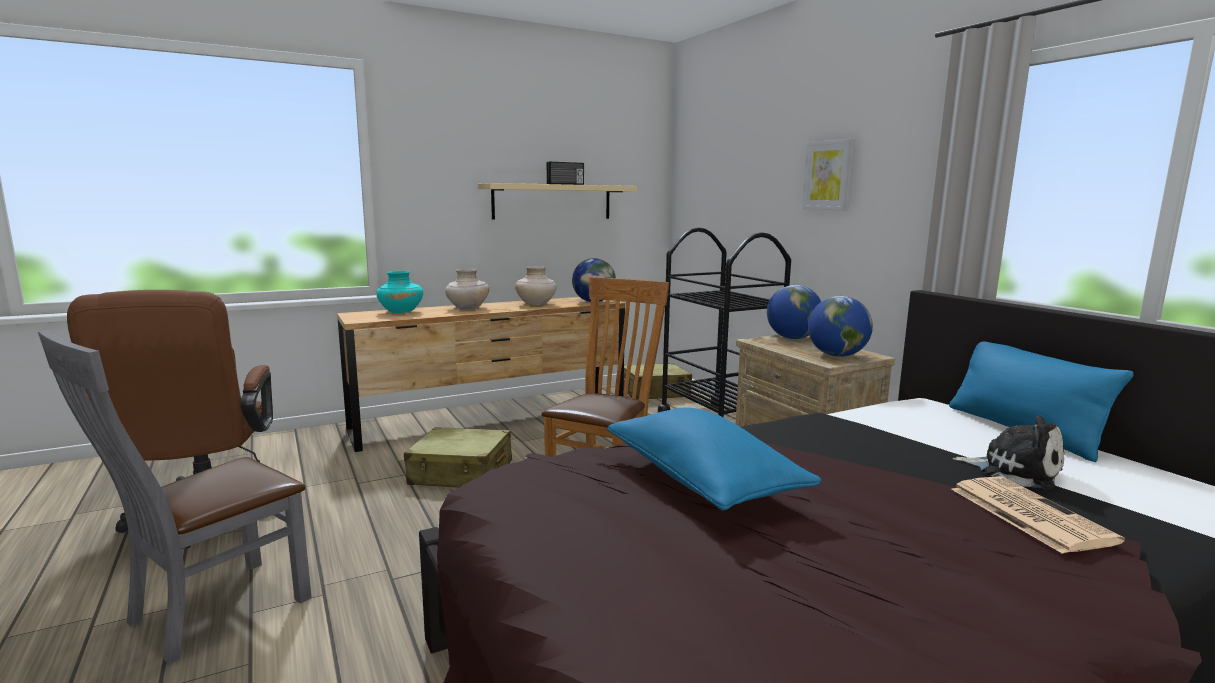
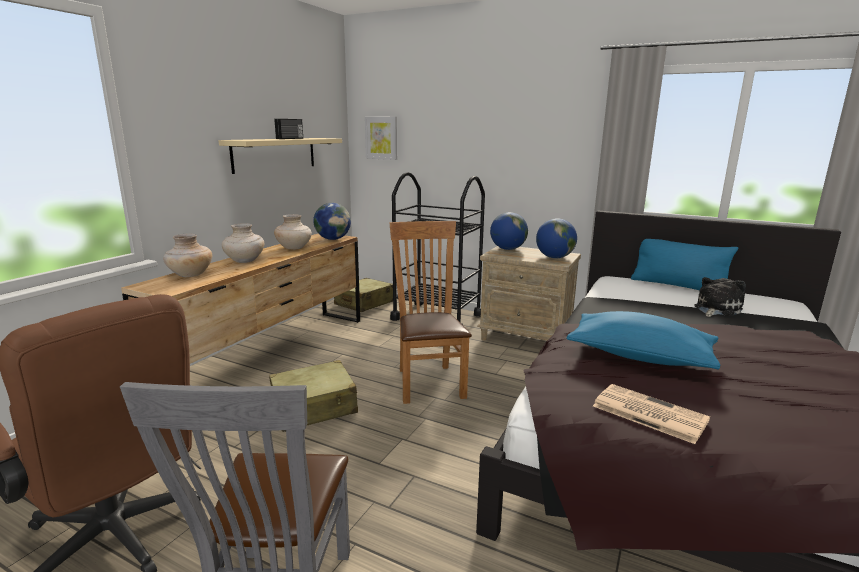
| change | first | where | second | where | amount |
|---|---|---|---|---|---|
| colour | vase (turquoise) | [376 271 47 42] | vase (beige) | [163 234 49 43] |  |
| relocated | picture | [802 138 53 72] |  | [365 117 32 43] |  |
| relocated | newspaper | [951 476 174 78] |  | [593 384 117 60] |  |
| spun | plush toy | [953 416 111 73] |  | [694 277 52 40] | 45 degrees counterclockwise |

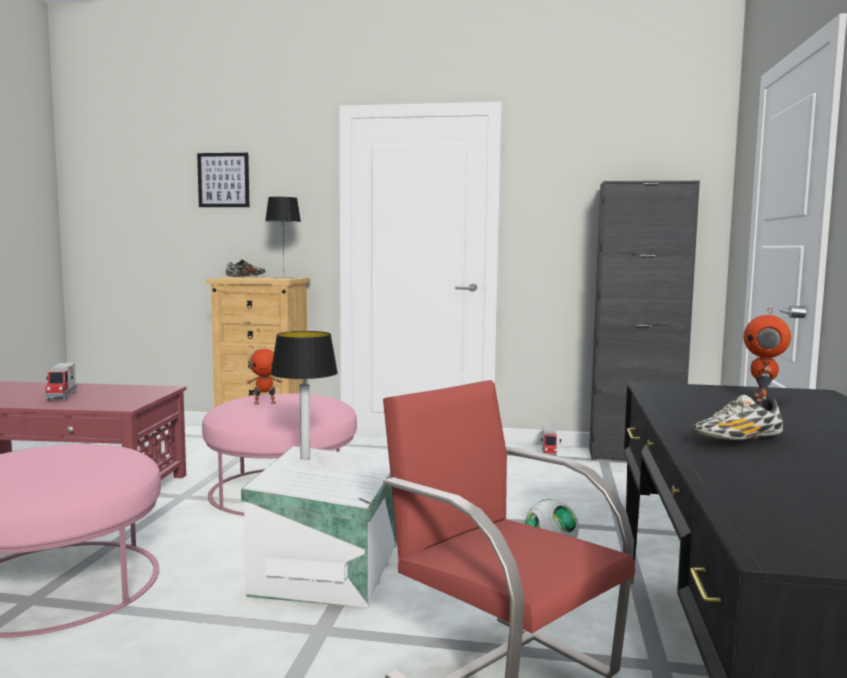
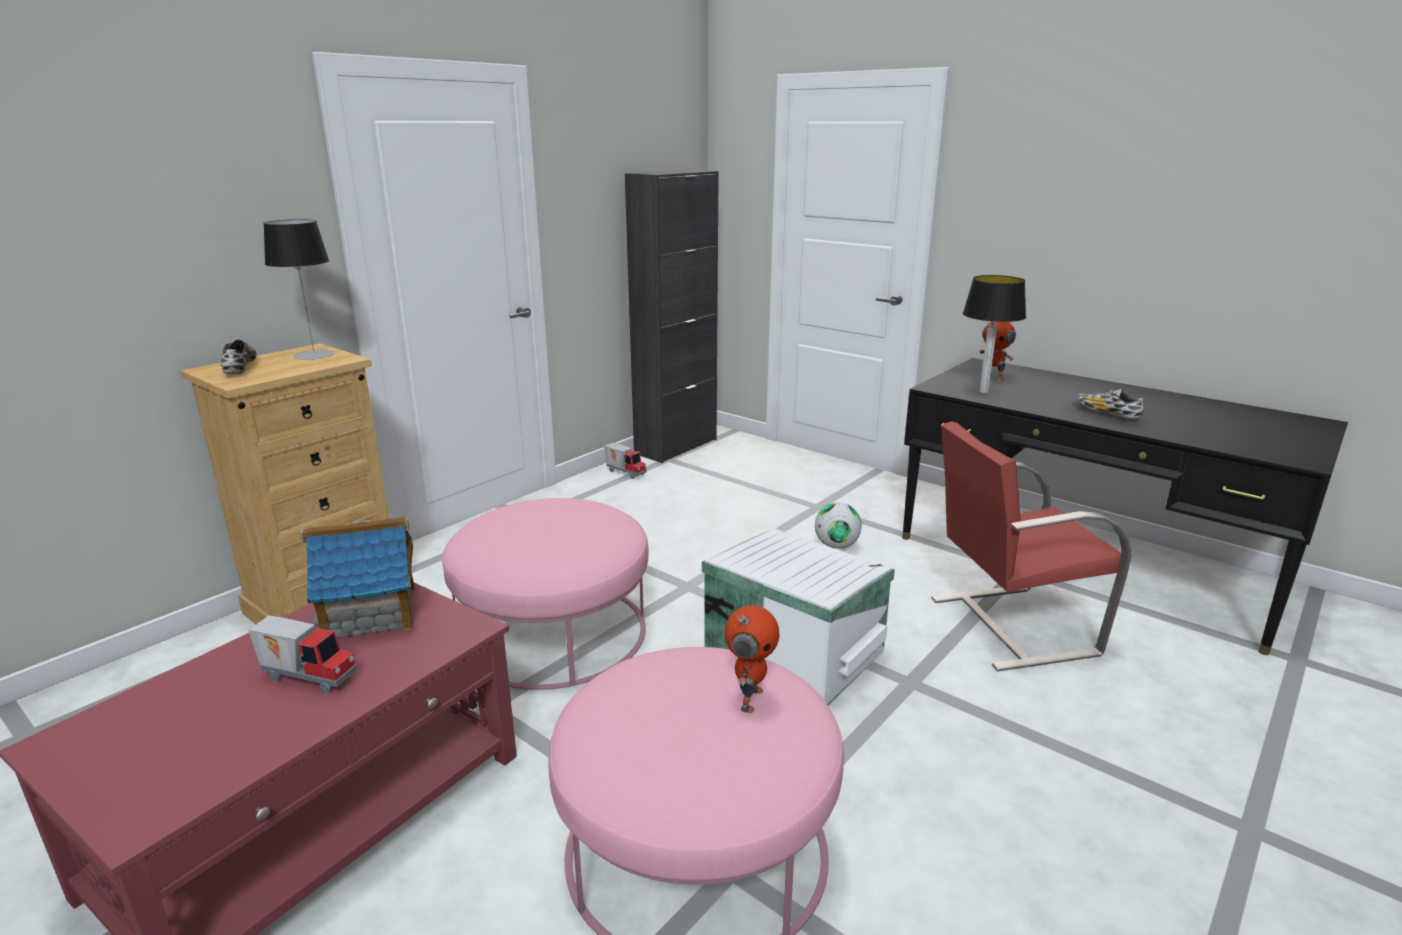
| change | first | where | second | where | amount |
|---|---|---|---|---|---|
| missing | picture | [197 153 52 54] |  |  |  |
| relocated | toy robot | [247 344 35 61] |  | [725 605 54 108] |  |
| relocated | table lamp | [270 331 68 128] |  | [963 275 63 118] |  |
| spun | shoe | [691 395 92 46] |  | [1076 388 68 31] | 135 degrees clockwise |
| appeared |  |  | toy house | [300 516 115 122] |  |

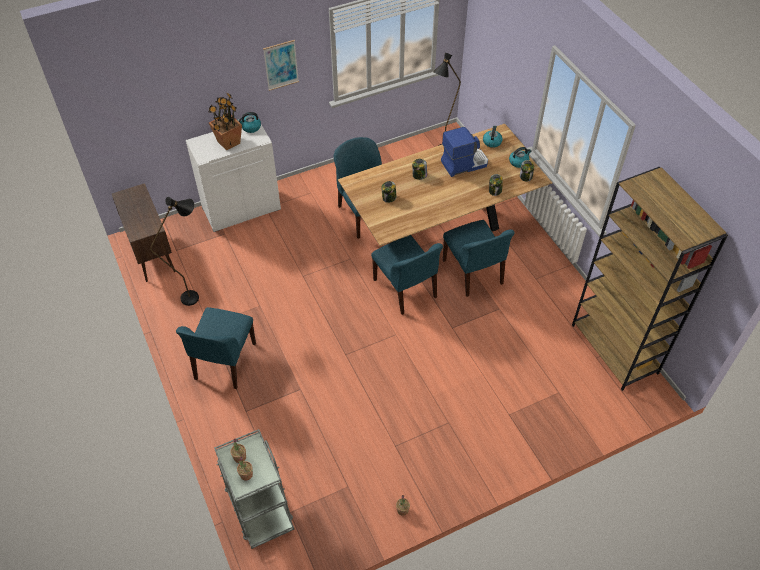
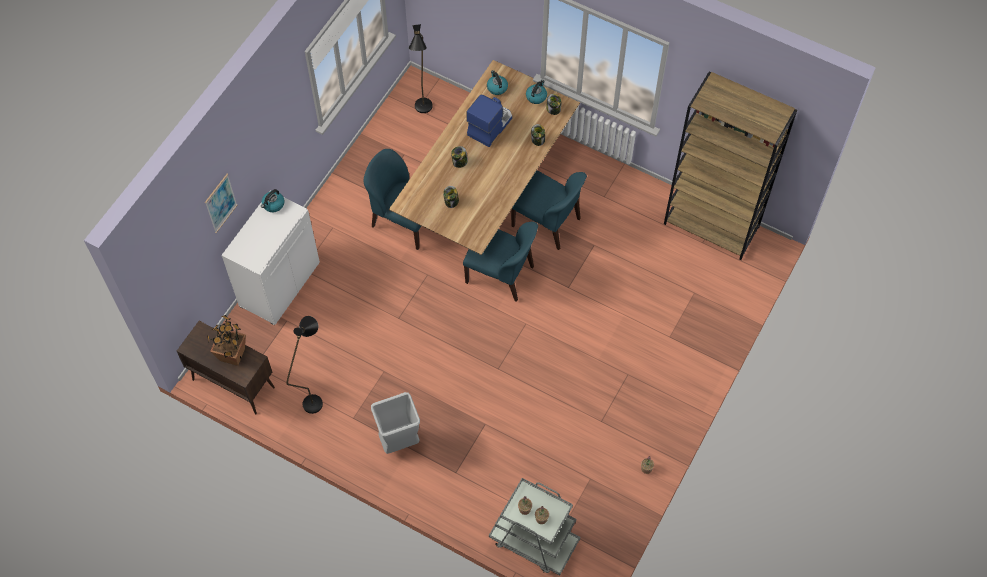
| change | first | where | second | where | amount |
|---|---|---|---|---|---|
| exchanged | chair (blue) | [176 307 80 82] | trash can (grey) | [371 392 49 62] |  |
| relocated | potted plant | [208 92 34 58] |  | [207 315 39 51] |  |
| relocated | picture | [263 40 36 51] |  | [205 174 32 59] |  |

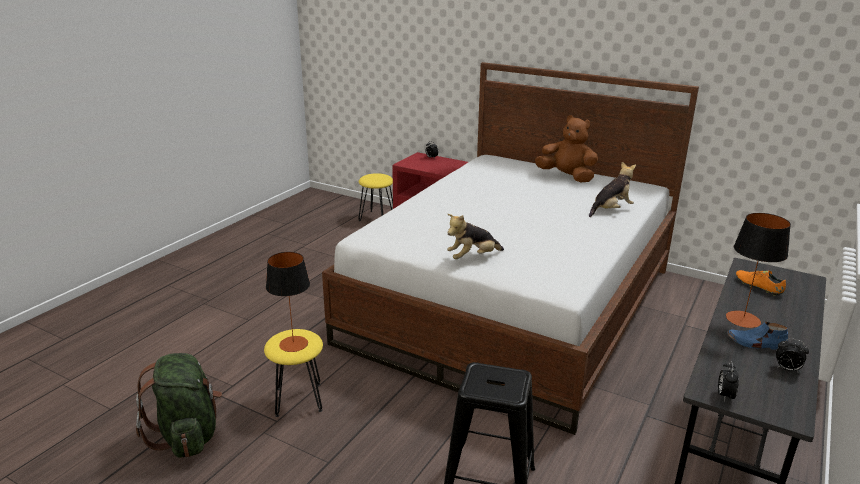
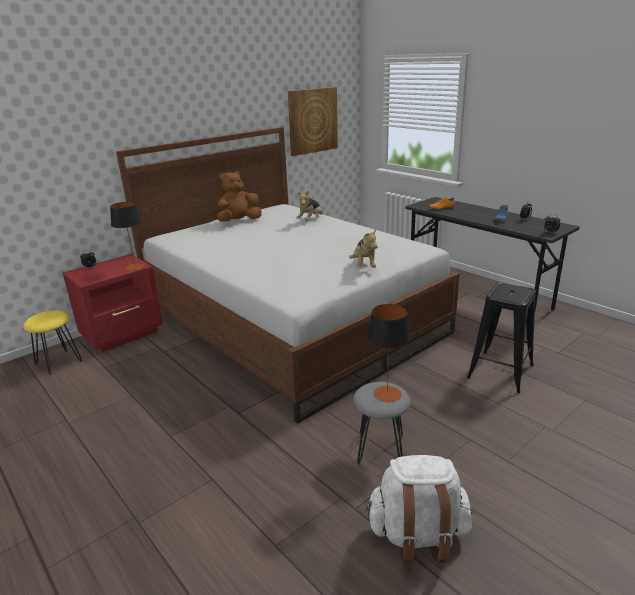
| change | first | where | second | where | amount |
|---|---|---|---|---|---|
| colour | backpack (green) | [136 353 86 105] | backpack (white) | [365 455 107 109] |  |
| colour | stool (yellow) | [264 329 59 88] | stool (grey) | [353 382 58 83] |  |
| spun | plush toy | [589 162 47 55] |  | [296 190 27 31] | 135 degrees counterclockwise |
| relocated | table lamp | [726 213 65 115] |  | [110 202 35 68] |  |
| appeared |  |  | picture | [288 87 50 69] |  |

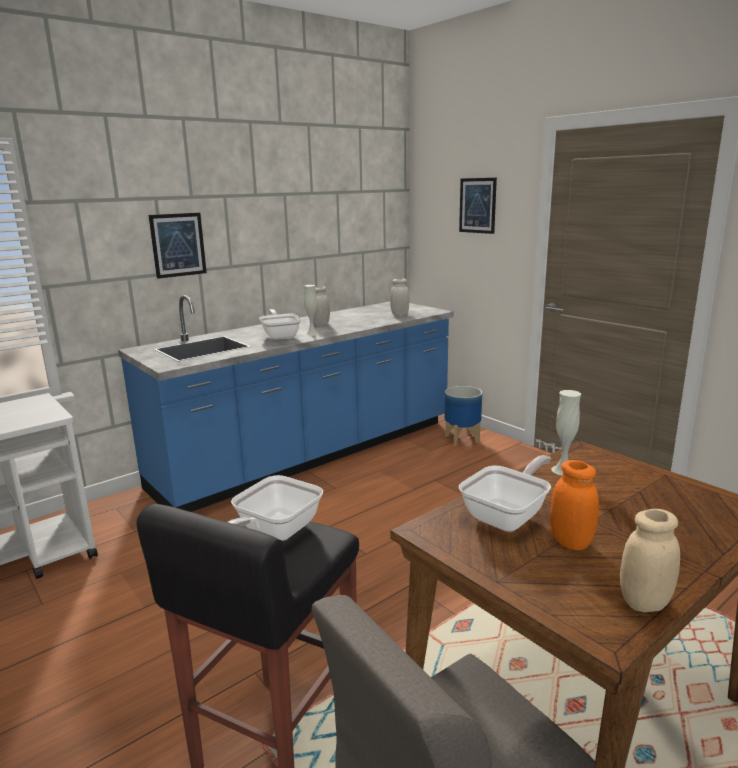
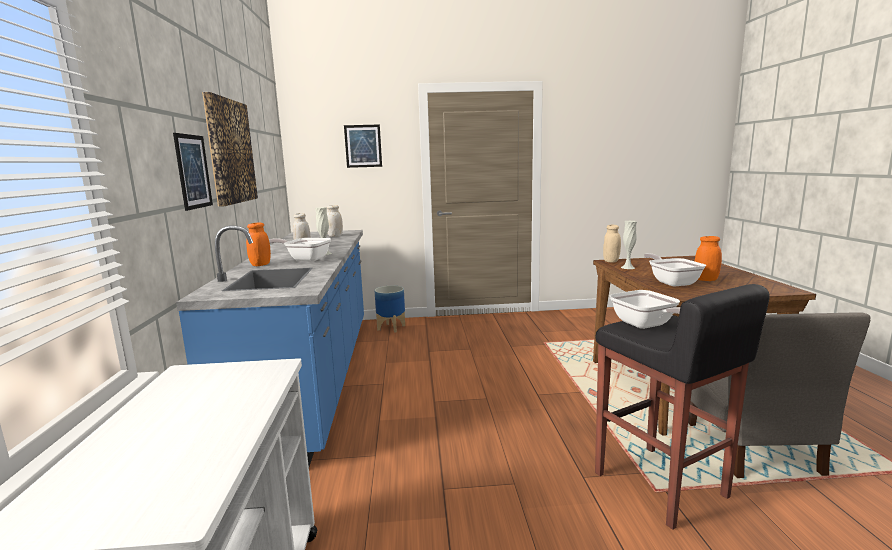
| change | first | where | second | where | amount |
|---|---|---|---|---|---|
| relocated | jar (beige) | [620 509 60 103] |  | [603 225 18 38] |  |
| appeared |  |  | picture | [202 92 56 115] |  |
| appeared |  |  | jar (orange) | [246 222 25 44] |  |

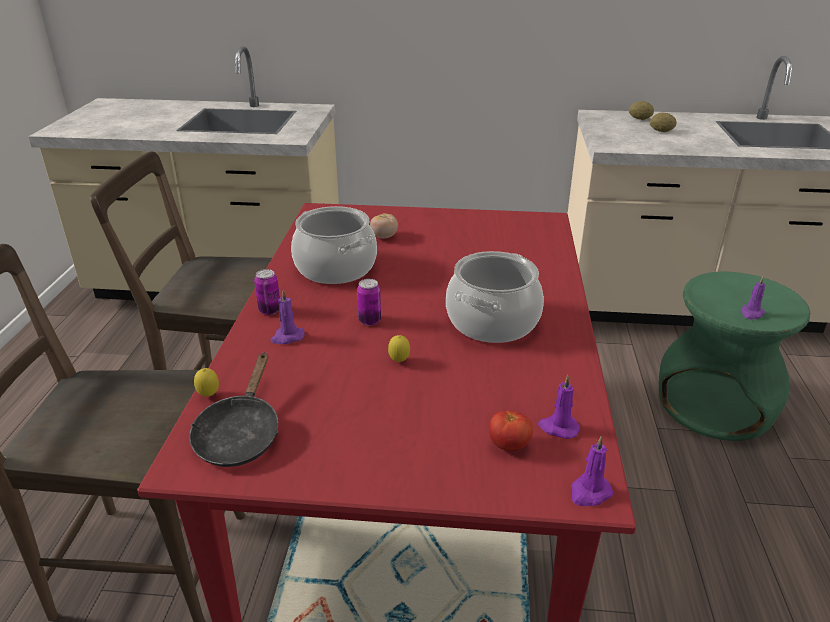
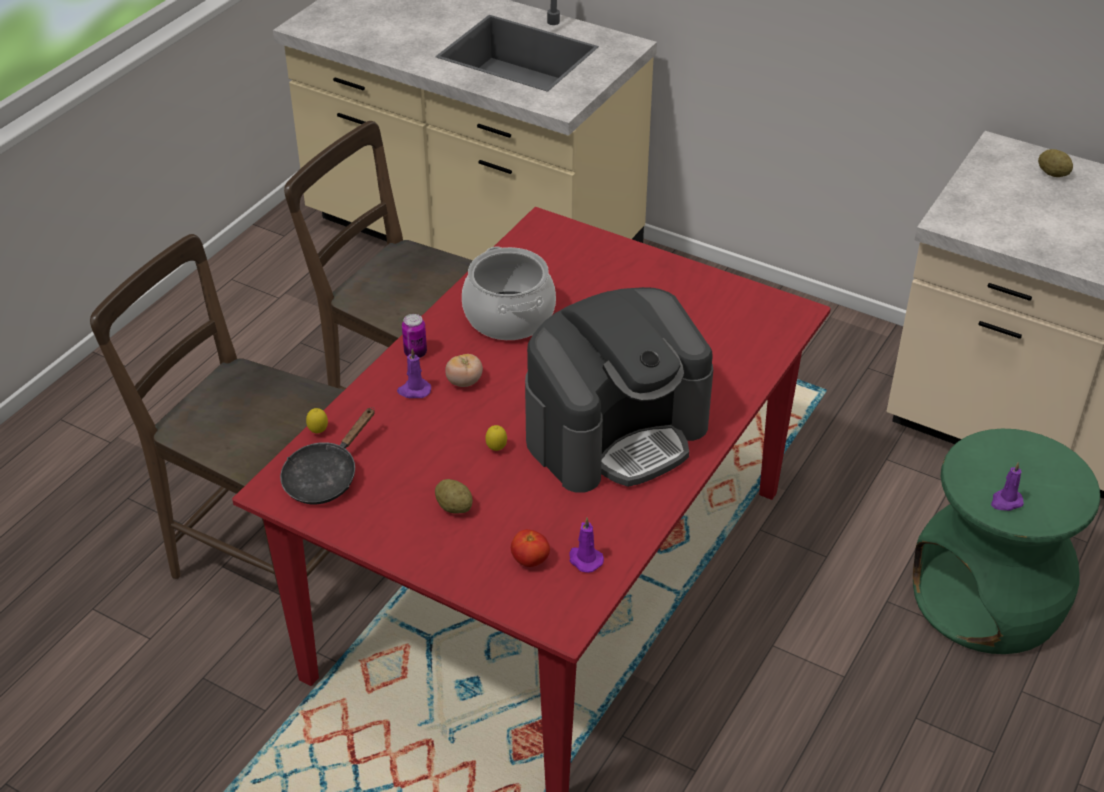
| change | first | where | second | where | amount |
|---|---|---|---|---|---|
| missing | can | [357 279 24 46] |  |  |  |
| relocated | tomato | [370 213 28 26] |  | [445 354 38 33] |  |
| exchanged | cooking pot | [446 251 98 92] | coffee machine | [525 287 188 206] |  |
| missing | candle (purple) | [571 436 42 70] |  |  |  |
| relocated | potato | [650 113 27 19] |  | [435 479 38 35] |  |

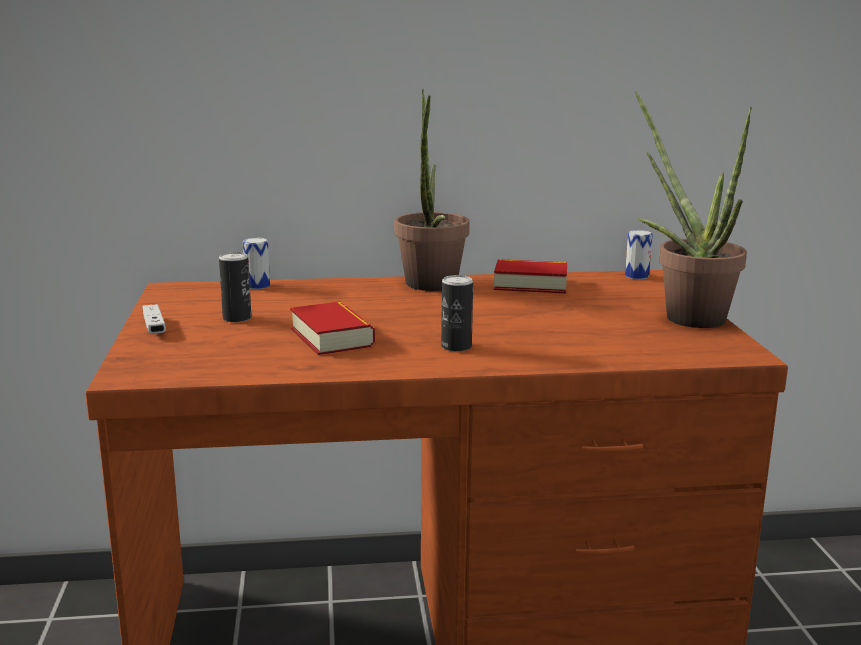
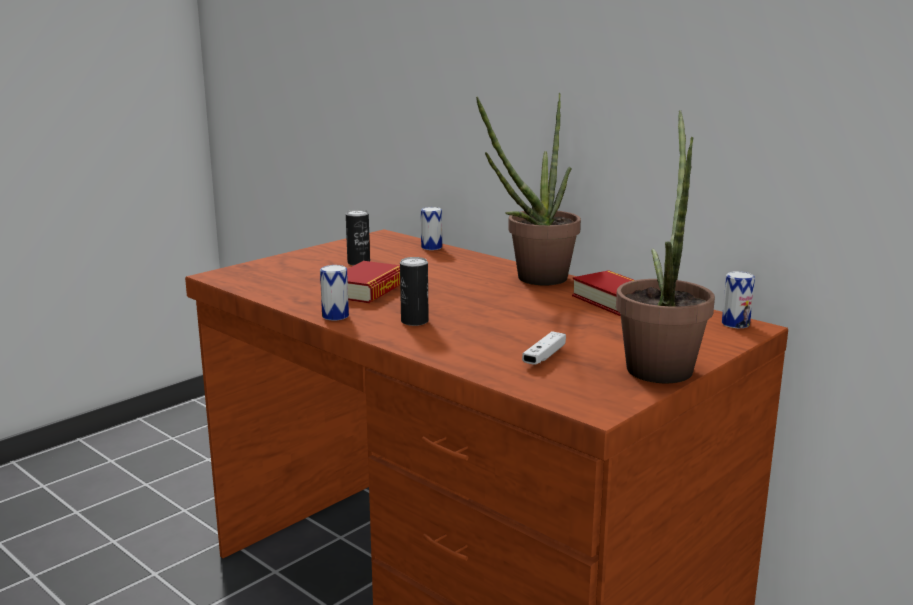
| change | first | where | second | where | amount |
|---|---|---|---|---|---|
| relocated | game controller (white) | [142 304 24 30] |  | [522 331 44 34] |  |
| appeared |  |  | can | [320 265 29 55] |  |

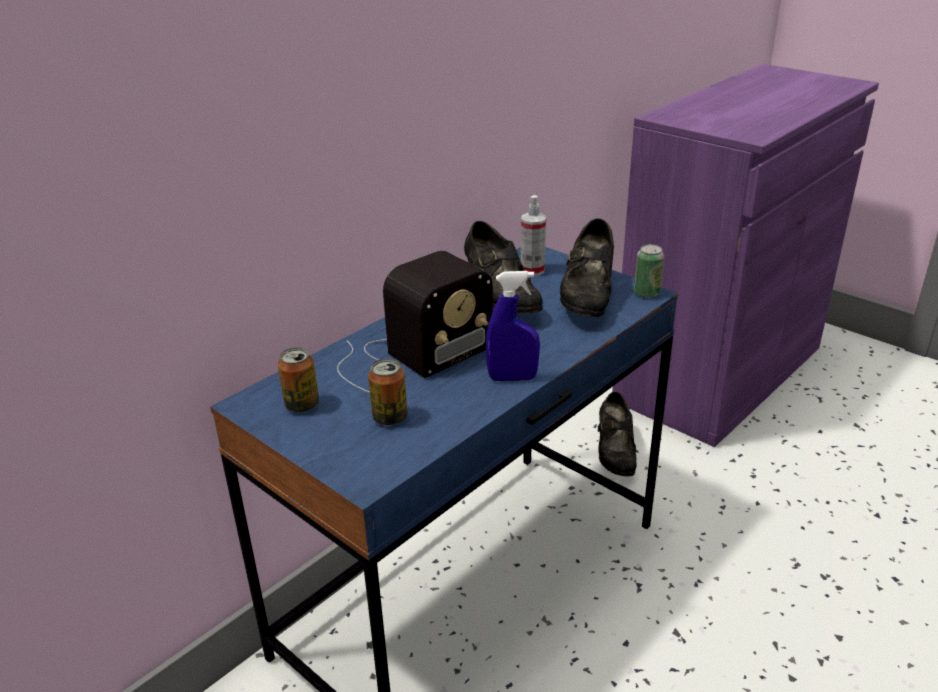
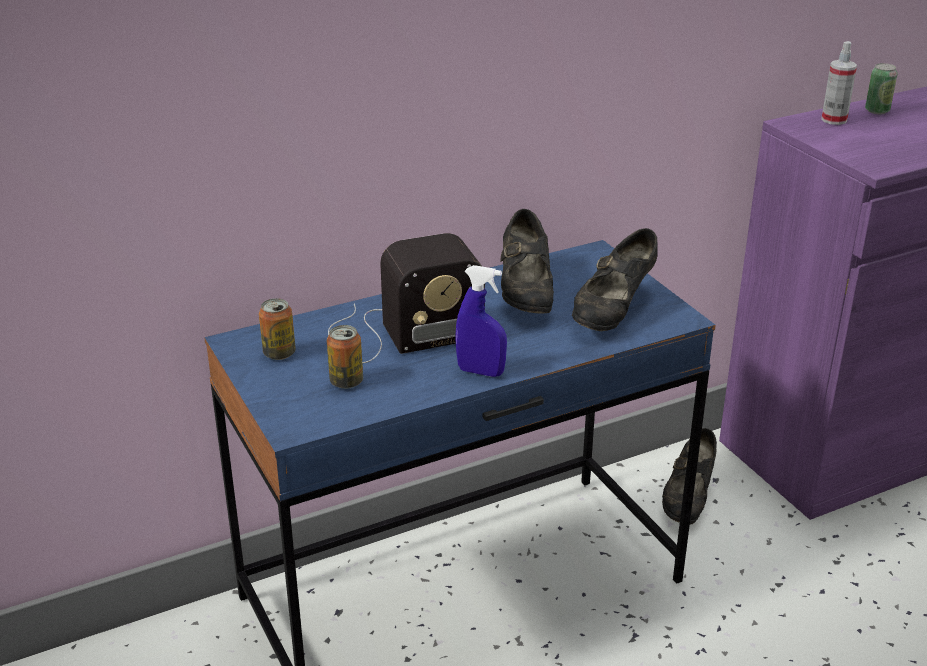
| change | first | where | second | where | amount |
|---|---|---|---|---|---|
| relocated | spray bottle | [521 195 25 81] |  | [821 41 36 84] |  |
| relocated | can | [634 244 30 54] |  | [865 63 32 51] |  |

